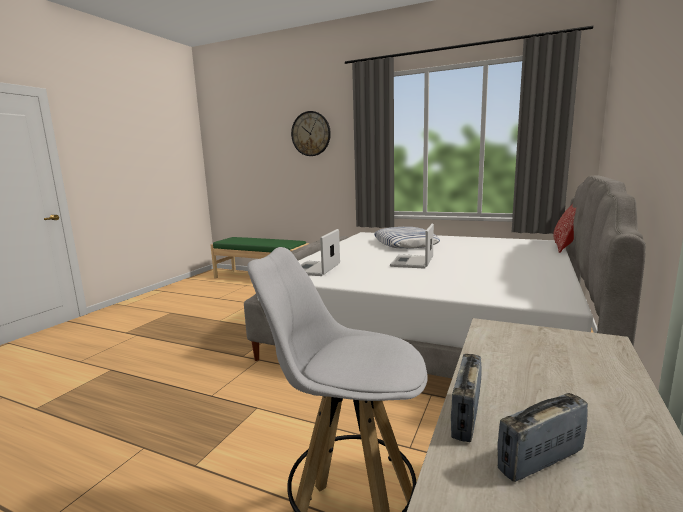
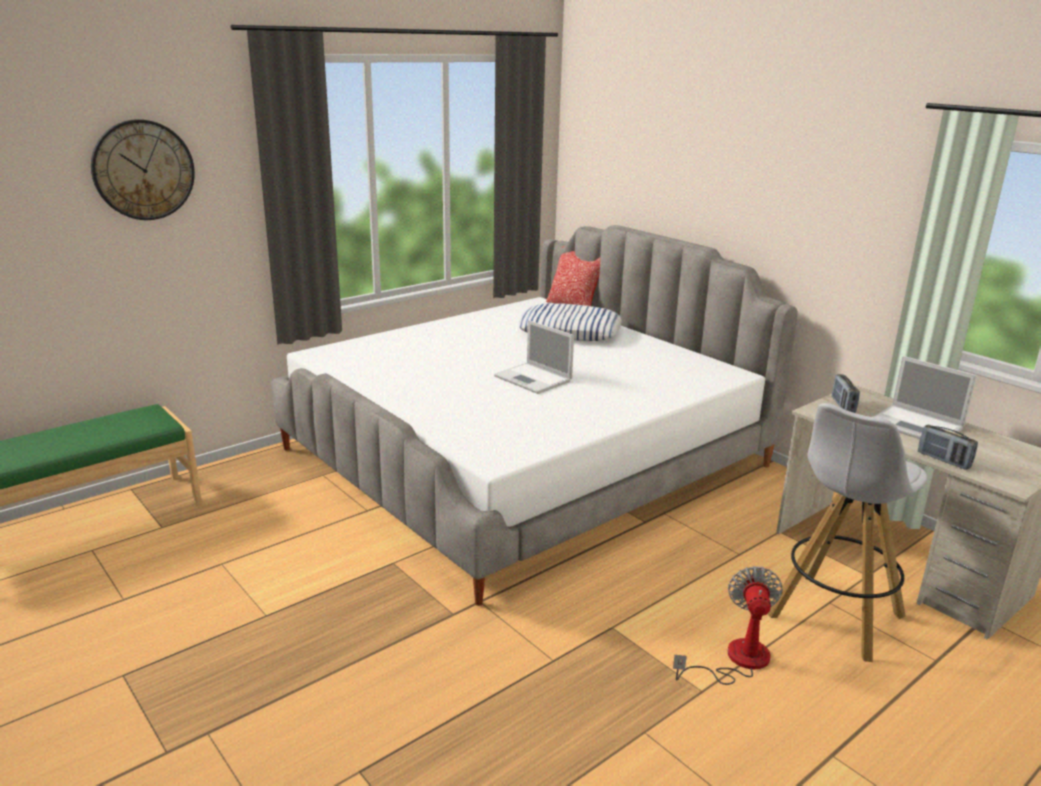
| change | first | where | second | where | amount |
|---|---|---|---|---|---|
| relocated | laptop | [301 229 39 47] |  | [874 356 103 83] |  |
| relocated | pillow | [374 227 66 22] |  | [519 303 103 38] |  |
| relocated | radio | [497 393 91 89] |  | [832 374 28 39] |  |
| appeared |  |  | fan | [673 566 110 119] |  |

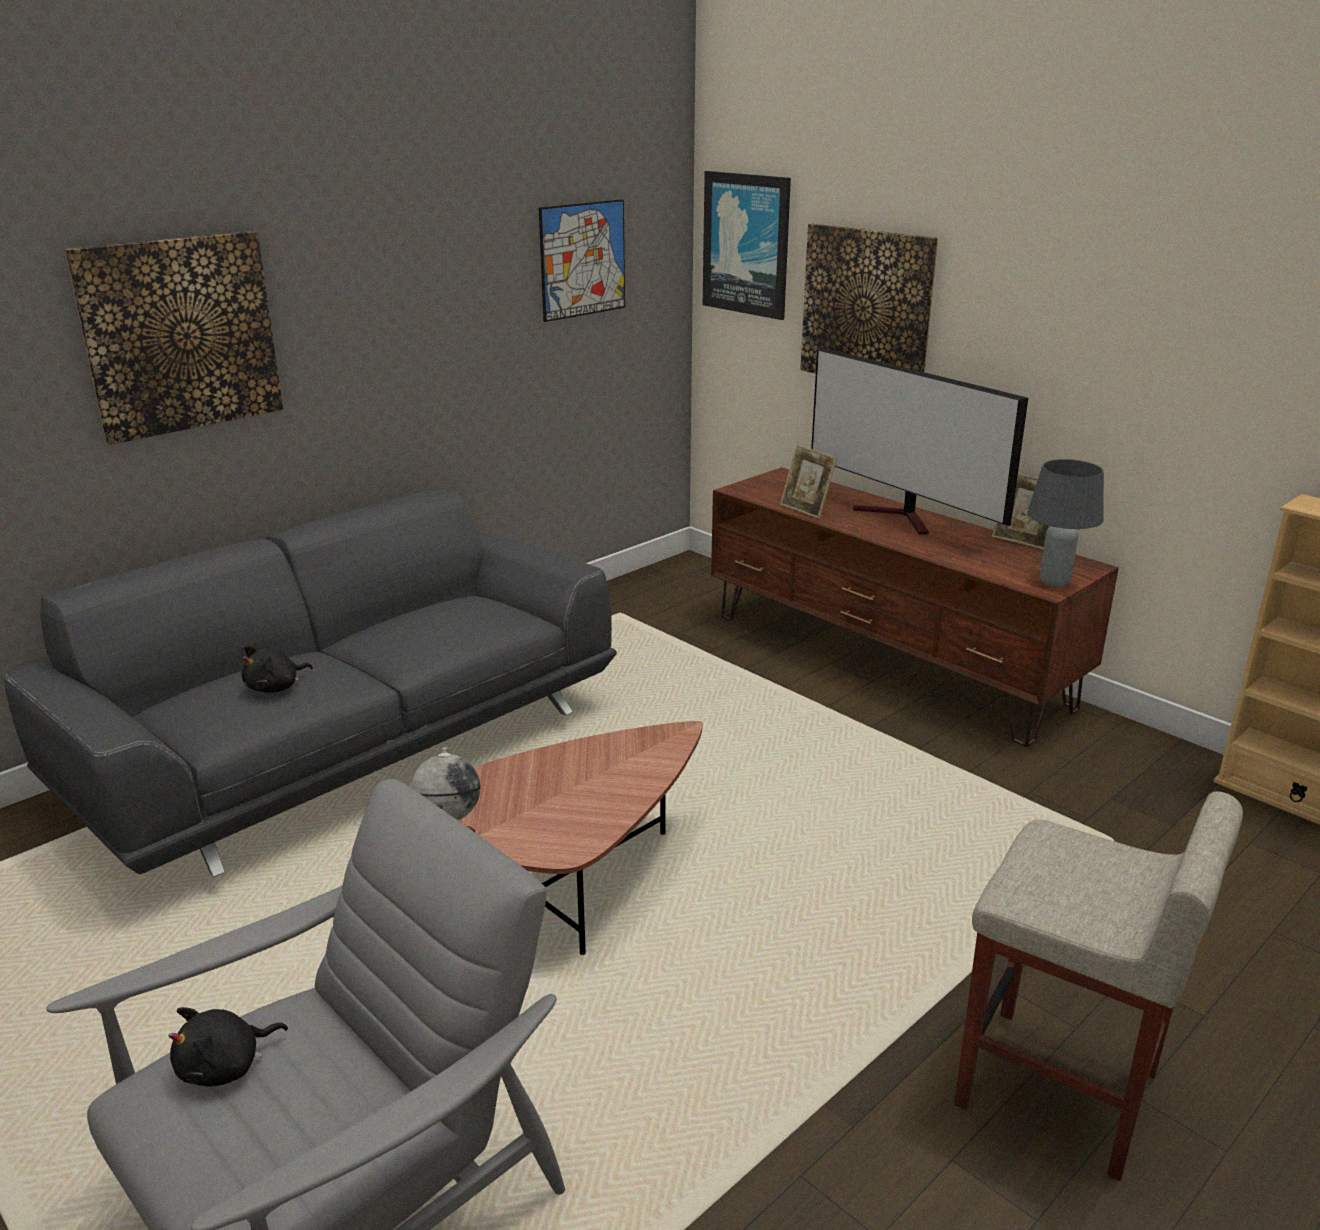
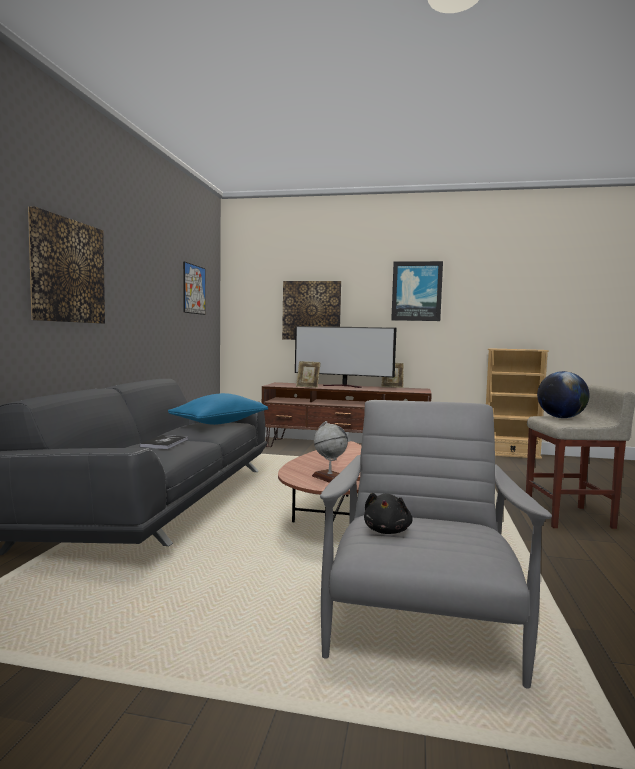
| change | first | where | second | where | amount |
|---|---|---|---|---|---|
| exchanged | plush toy (black) | [241 645 72 48] | book | [140 435 48 14] |  |
| relocated | picture | [703 171 88 149] |  | [391 261 52 60] |  |
| missing | table lamp (grey) | [1028 459 76 129] |  |  |  |
| appeared |  |  | pillow (blue) | [168 393 100 32] |  |
| appeared |  |  | globe | [537 371 53 47] |  |

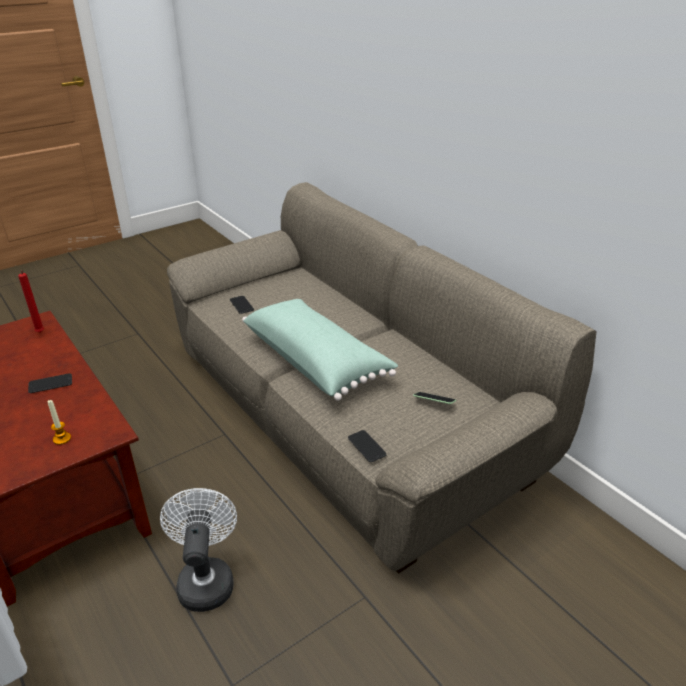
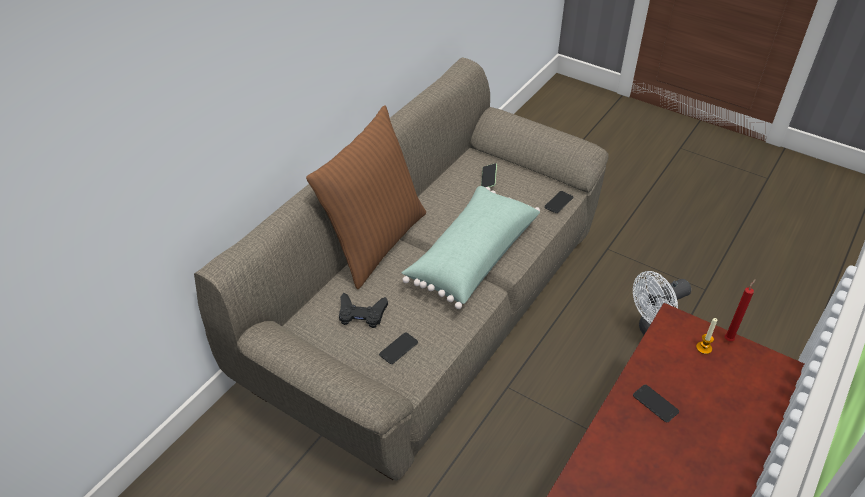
| change | first | where | second | where | amount |
|---|---|---|---|---|---|
| relocated | candle (red) | [18 271 26 62] |  | [724 279 32 62] |  |
| appeared |  |  | pillow (brown) | [306 105 120 184] |  |
| appeared |  |  | game controller (black) | [339 293 49 35] |  |

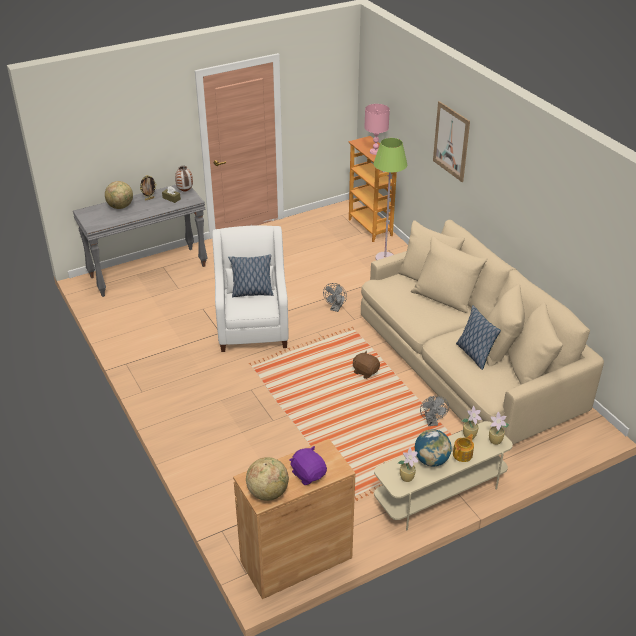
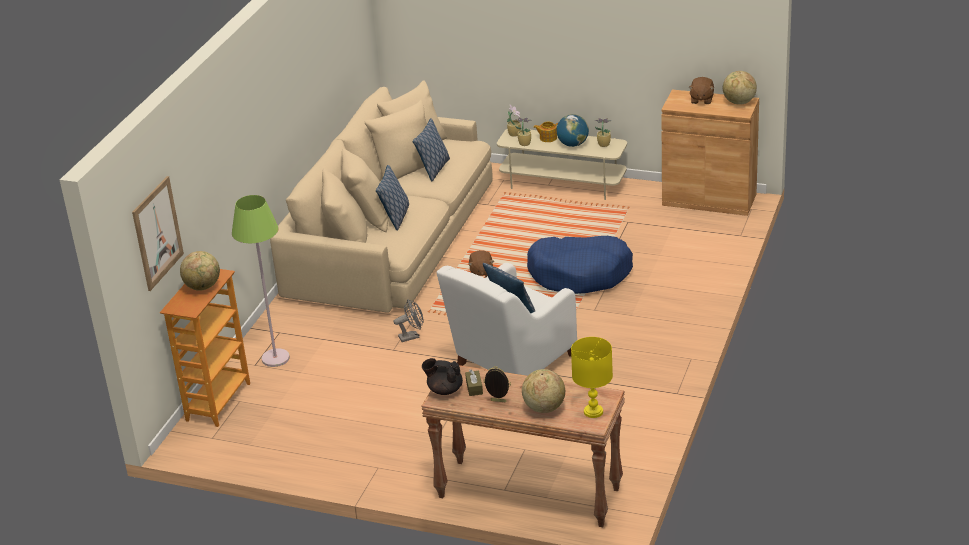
| change | first | where | second | where | amount |
|---|---|---|---|---|---|
| colour | console table (grey) | [73 185 134 112] | console table (brown) | [421 365 204 162] |  |
| exchanged | vase | [175 166 18 25] | teapot (black) | [422 358 41 37] |  |
| colour | plush toy (purple) | [290 446 37 39] | plush toy (brown) | [689 77 25 27] |  |
| exchanged | table lamp (pink) | [364 104 26 51] | globe | [180 251 40 40] |  |
| missing | fan (grey) | [420 396 29 30] |  |  |  |
| relocated | picture | [433 101 37 81] |  | [132 176 52 115] |  |
| appeared |  |  | pillow | [376 165 33 66] |  |
| appeared |  |  | dog bed (blue) | [527 236 106 58] |  |
| appeared |  |  | table lamp (yellow) | [571 337 42 81] |  |

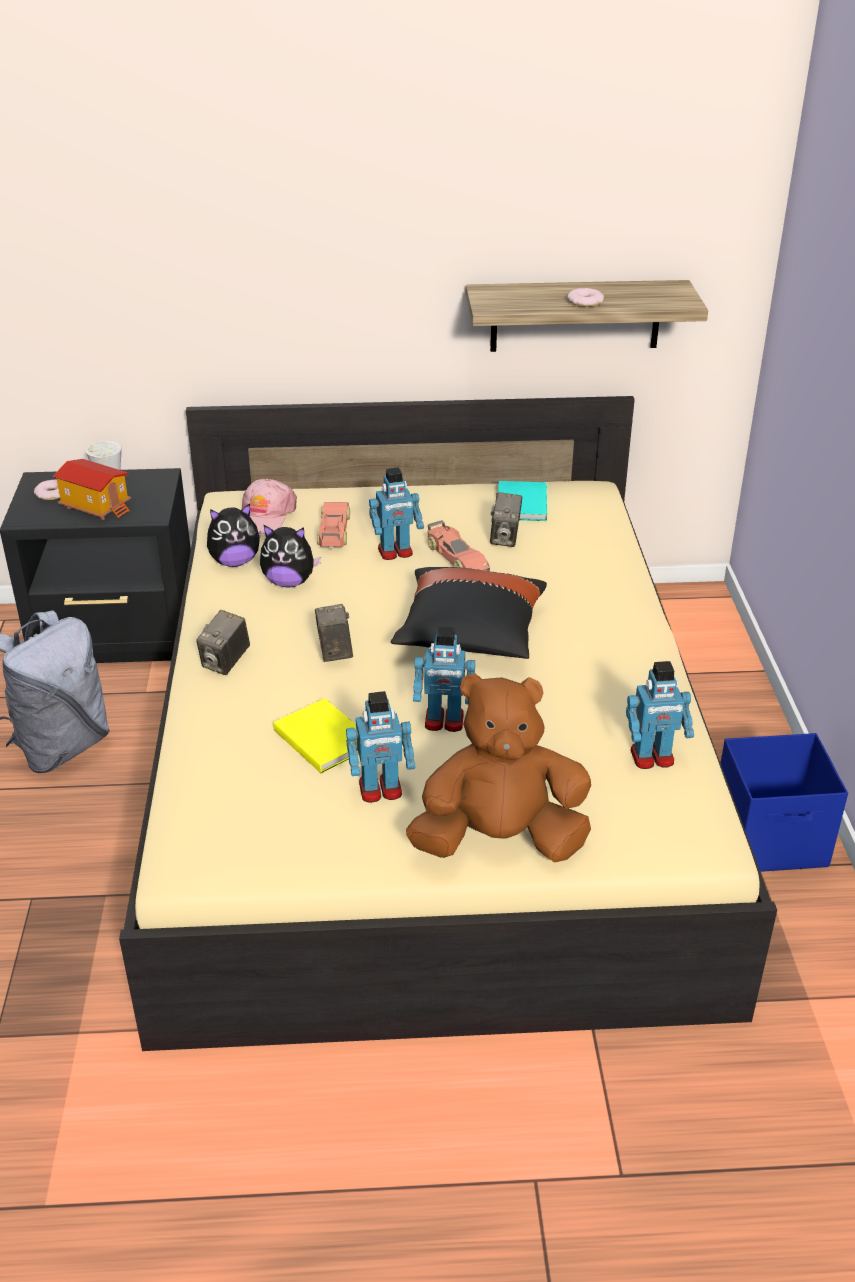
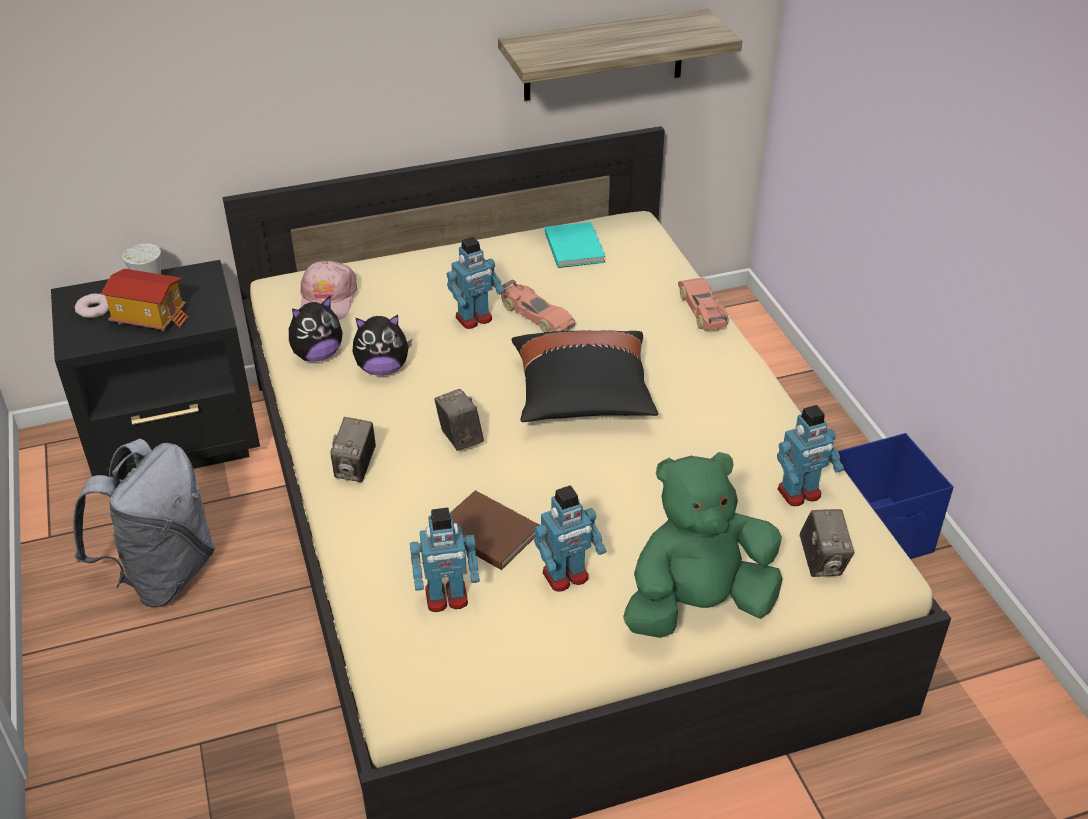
| change | first | where | second | where | amount |
|---|---|---|---|---|---|
| colour | book (yellow) | [273 698 86 75] | book (brown) | [450 490 89 80] |  |
| relocated | toy car | [317 502 33 46] |  | [678 278 51 53] |  |
| colour | plush toy (brown) | [406 673 185 189] | plush toy (green) | [623 452 159 186] |  |
| relocated | toy robot | [413 627 62 105] |  | [410 508 70 104] |  |
| relocated | photo camera | [490 492 32 55] |  | [800 509 54 68] |  |
| missing | donut | [567 288 37 19] |  |  |  |

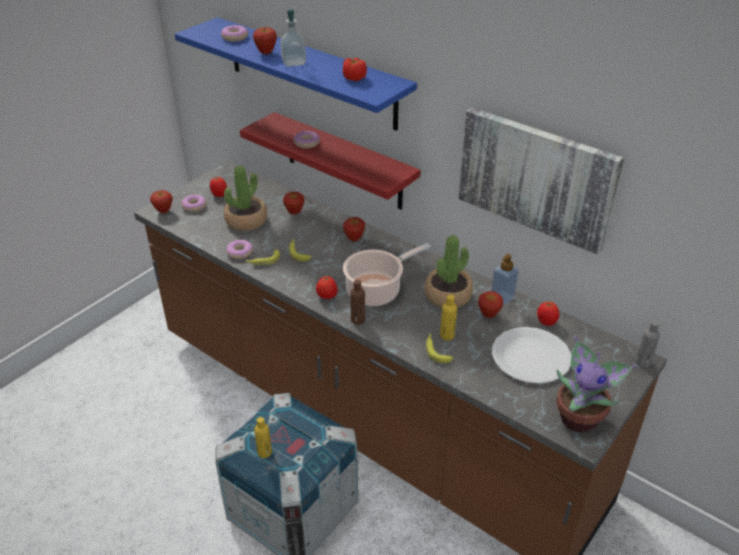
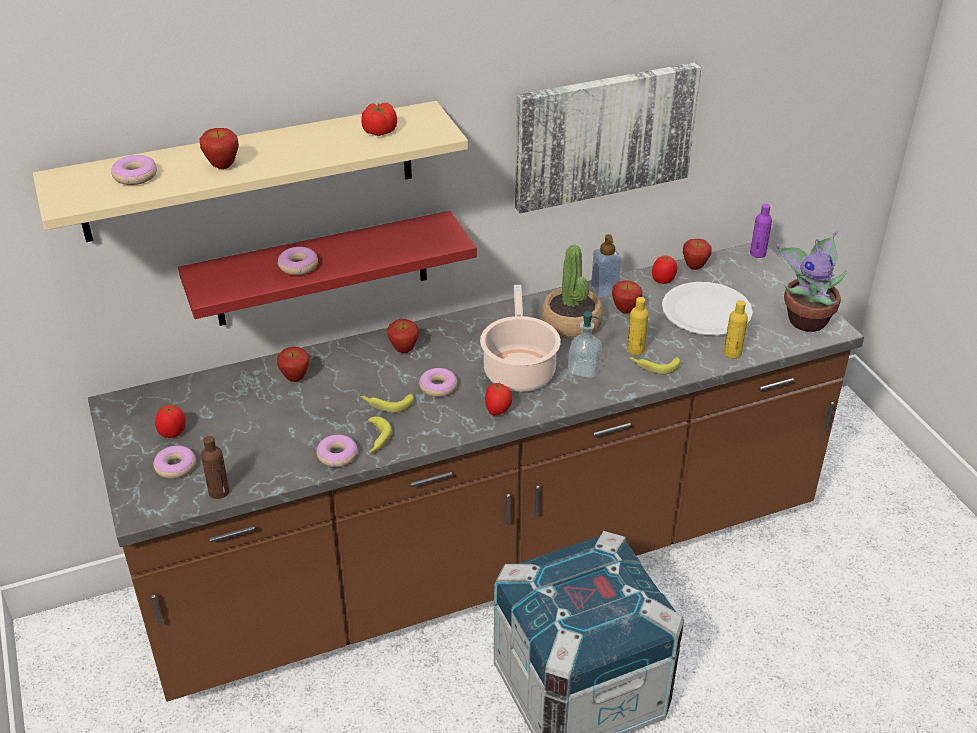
| change | first | where | second | where | amount |
|---|---|---|---|---|---|
| relocated | apple | [150 190 23 23] |  | [683 239 28 31] |  |
| colour | shelf (blue) | [175 17 242 114] | shelf (beige) | [33 101 435 141] |  |
| missing | potted plant | [224 165 43 66] |  |  |  |
| relocated | bottle (yellow) | [254 417 18 41] |  | [724 300 24 58] |  |
| relocated | soap dispenser | [280 9 26 57] |  | [568 311 34 67] |  |
| relocated | bottle (brown) | [350 280 15 45] |  | [201 436 28 63] |  |
| colour | bottle (grey) | [635 321 25 46] | bottle (purple) | [750 204 22 54] |  |
| appeared |  |  | donut | [419 368 38 29] |  |

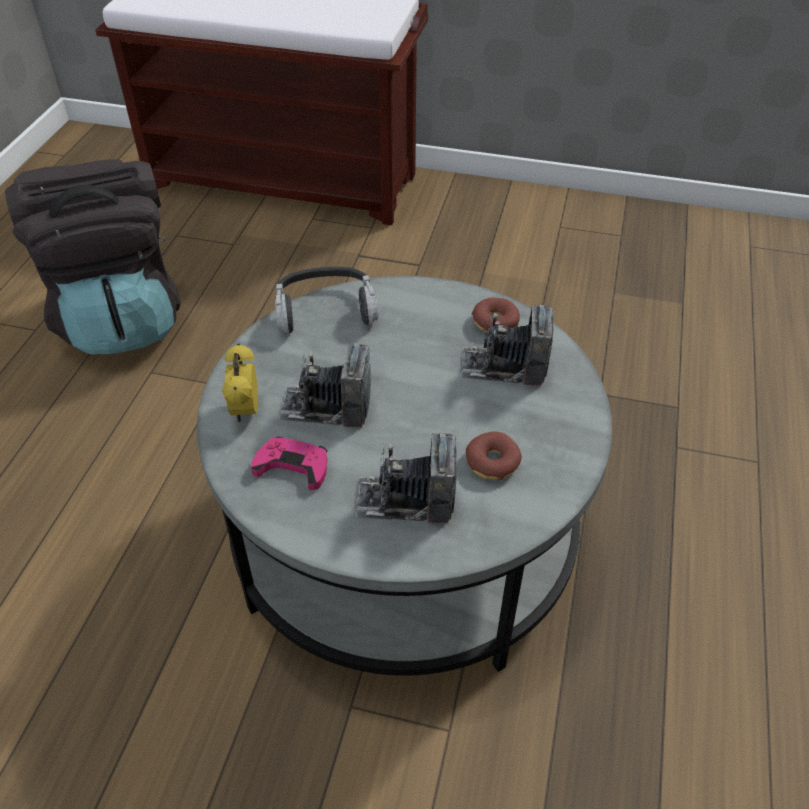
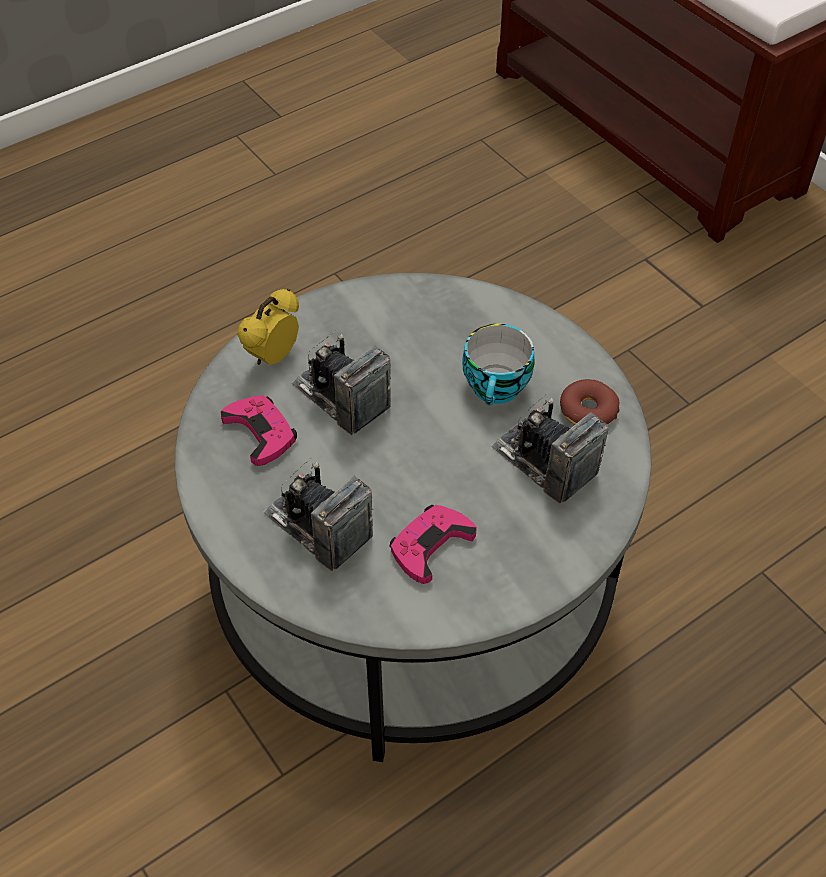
| change | first | where | second | where | amount |
|---|---|---|---|---|---|
| missing | backpack (black) | [5 159 176 195] |  |  |  |
| missing | headphones | [275 267 103 66] |  |  |  |
| exchanged | donut | [466 431 56 49] | game controller (pink) | [389 505 88 79] |  |
| appeared |  |  | cup | [463 324 72 82] |  |

